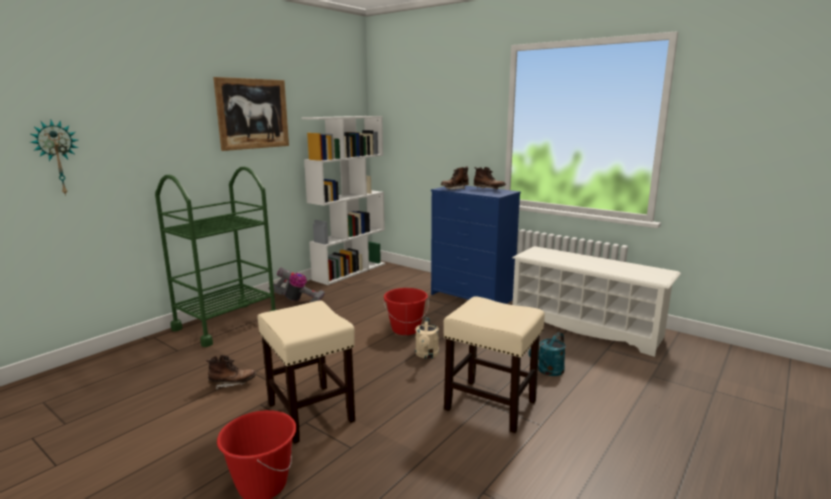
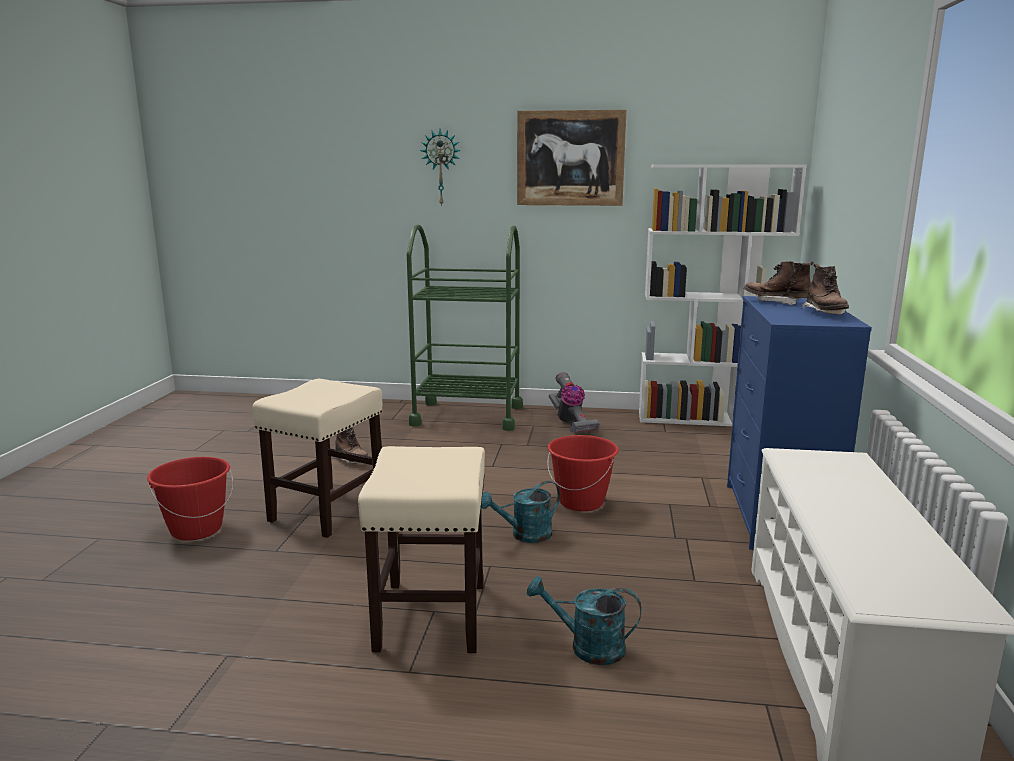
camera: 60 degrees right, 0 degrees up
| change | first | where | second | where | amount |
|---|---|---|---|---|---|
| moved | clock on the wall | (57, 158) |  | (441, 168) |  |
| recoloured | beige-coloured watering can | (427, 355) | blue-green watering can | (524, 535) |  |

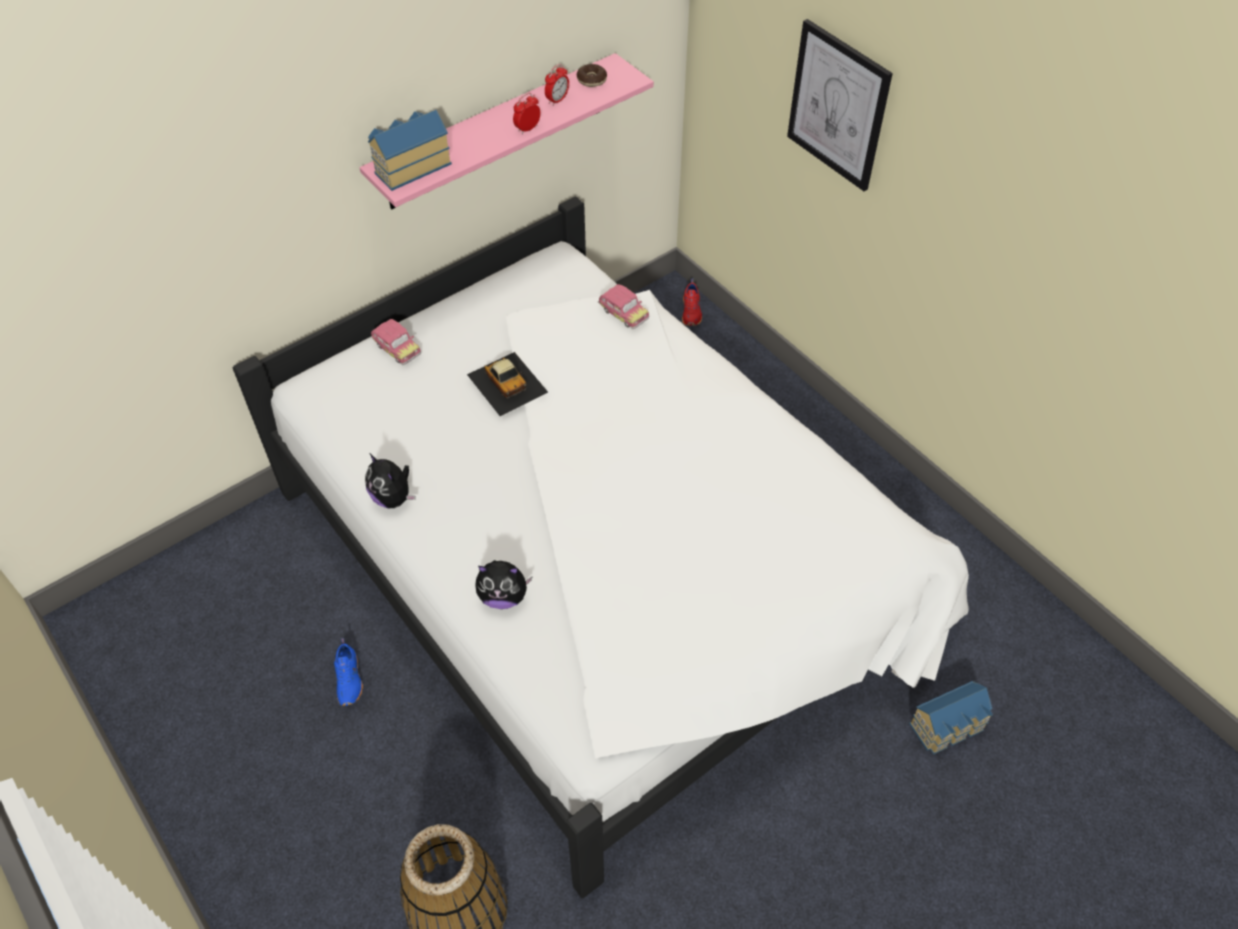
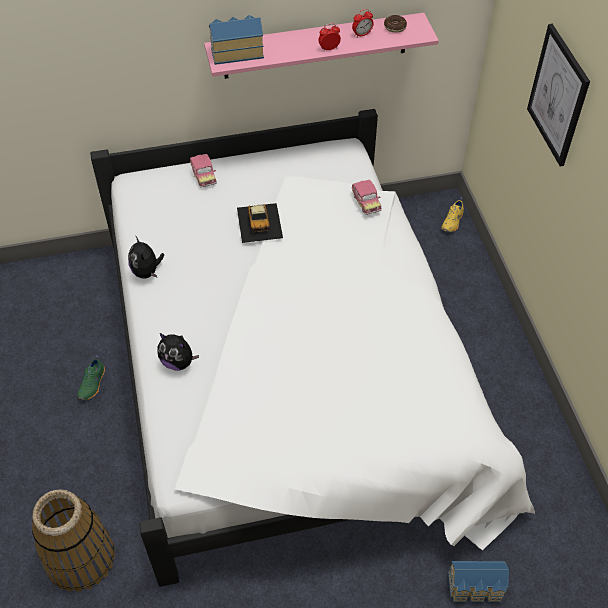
camera: 25 degrees right, 0 degrees up
| change | first | where | second | where | amount |
|---|---|---|---|---|---|
| recoloured | bluish low shoe | (350, 679) | greenish low shoe | (93, 384) |  |
| recoloured | red low shoe | (692, 312) | yellowish low shoe | (453, 222) |  |

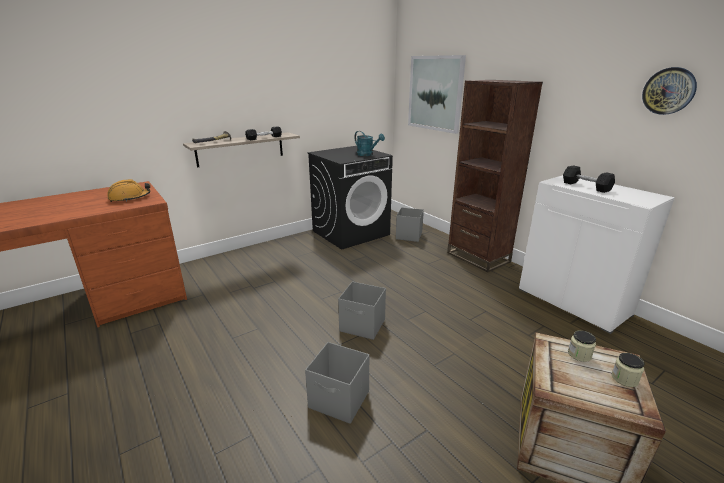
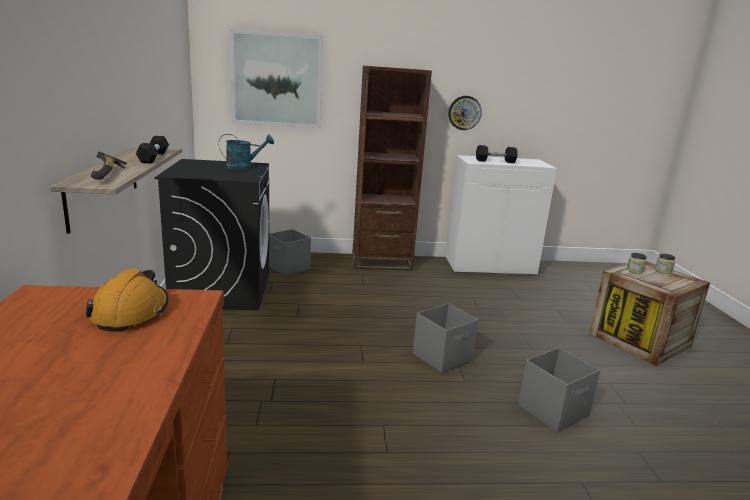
camera: 60 degrees left, 5 degrees down
| change | first | where | second | where | amount |
|---|---|---|---|---|---|
| moved | clock on the wall | (668, 91) |  | (464, 113) |  |

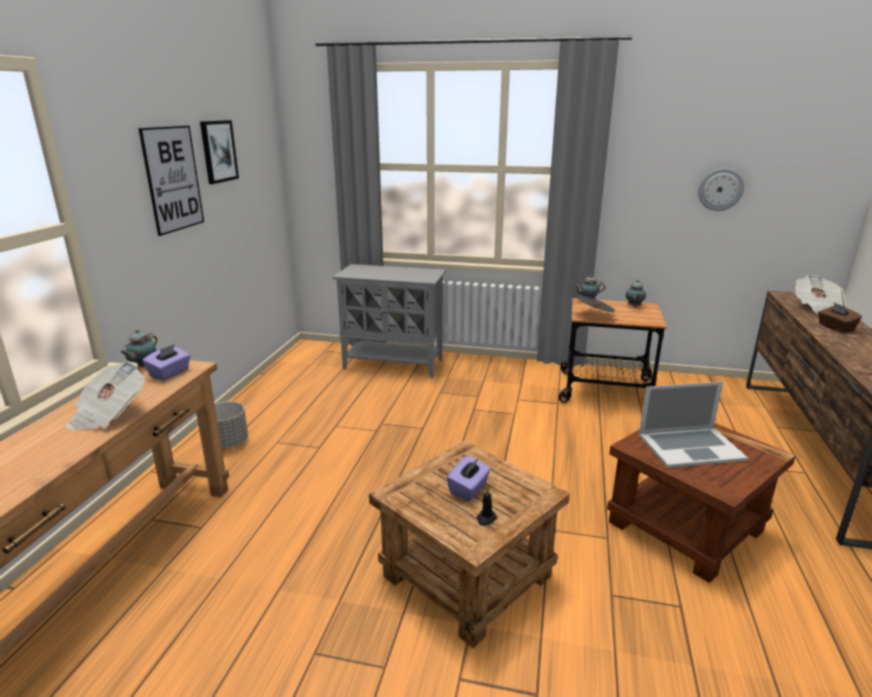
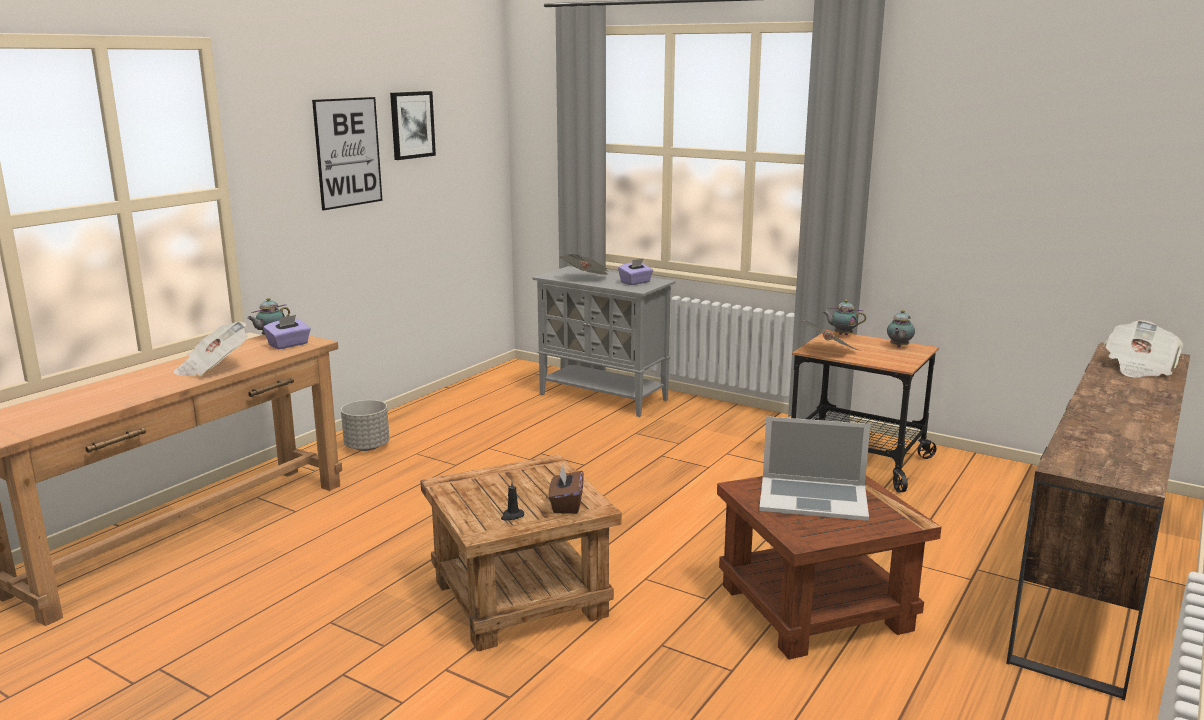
camera: 20 degrees right, 5 degrees down
| change | first | where | second | where | amount |
|---|---|---|---|---|---|
| removed | clock on the wall | (720, 189) |  |  |  |
| added |  |  | daily paper | (586, 278) |  |
| moved | purplish tissue holder | (469, 489) |  | (635, 282) |  |
| moved | brown-coloured tissue holder | (835, 328) |  | (566, 505) |  |

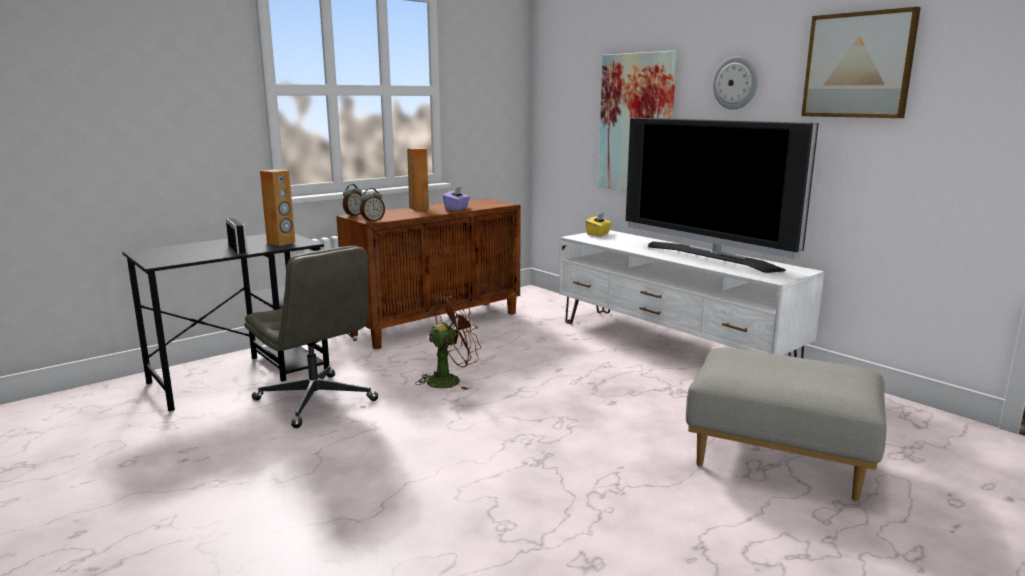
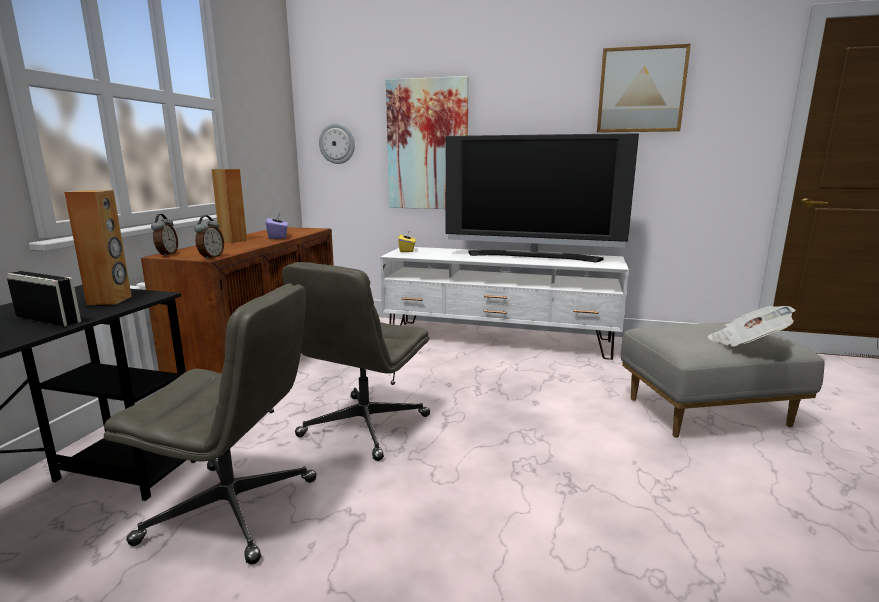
camera: 35 degrees left, 0 degrees up
| change | first | where | second | where | amount |
|---|---|---|---|---|---|
| added |  |  | daily paper | (746, 343) |  |
| moved | clock on the wall | (735, 83) |  | (337, 143) |  |
| replaced | brown-coloured electric fan | (450, 380) | grey office chair | (364, 427) |  |

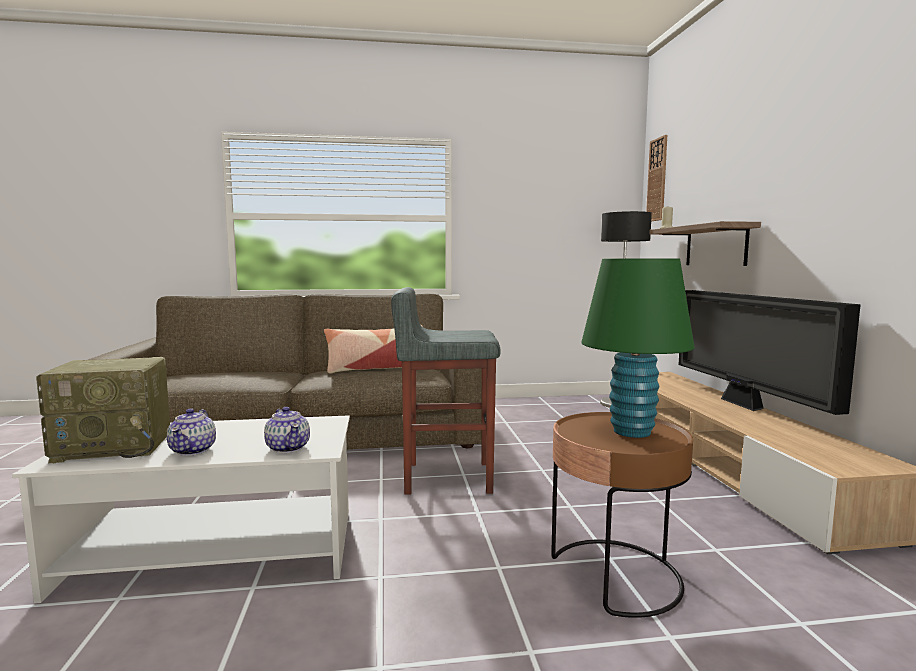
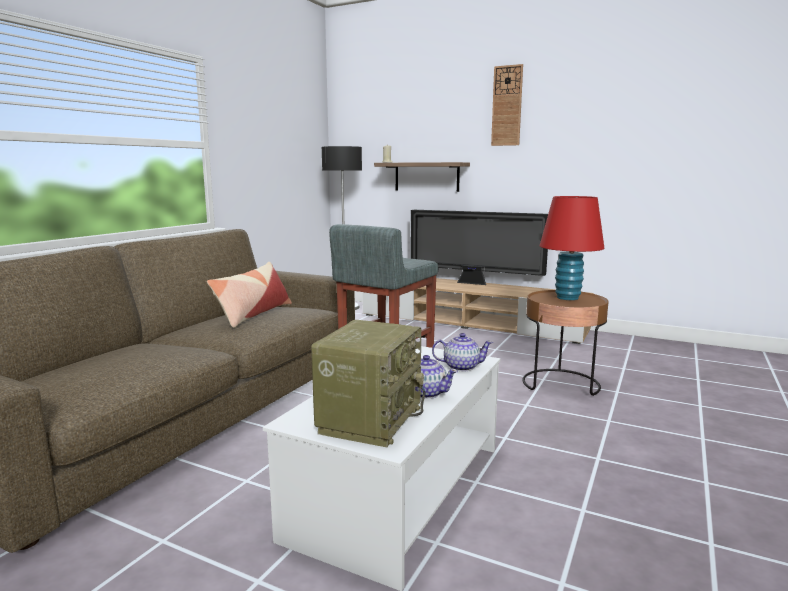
camera: 55 degrees left, 5 degrees up
| change | first | where | second | where | amount |
|---|---|---|---|---|---|
| moved | clock on the wall | (657, 180) |  | (507, 106) |  |
| recoloured | greenish table lamp | (632, 432) | red table lamp | (567, 298) |  |

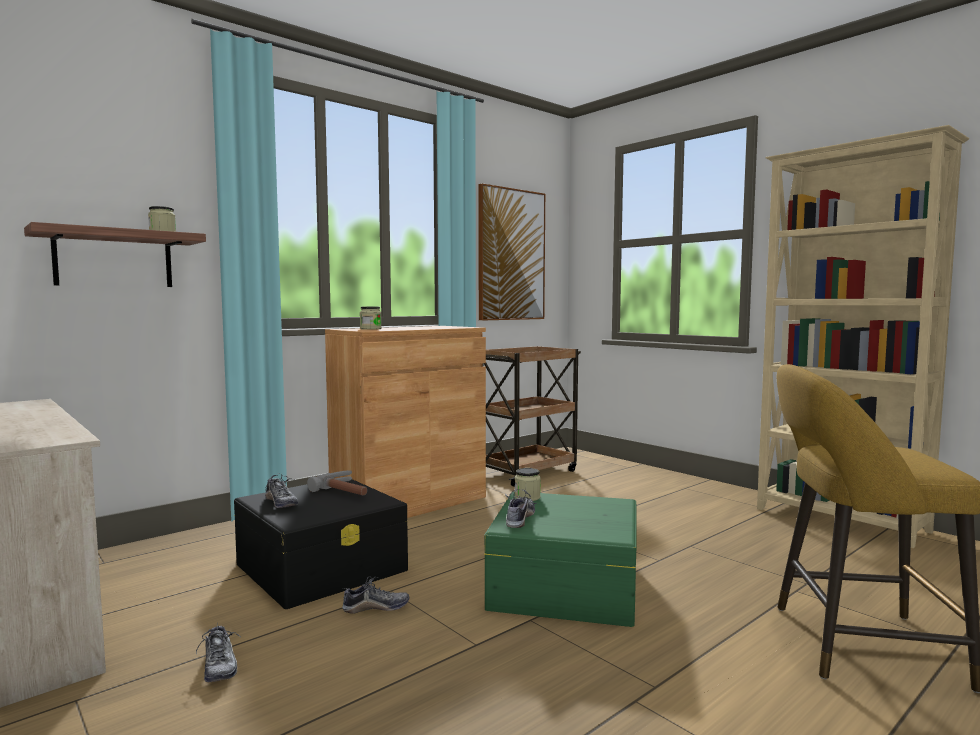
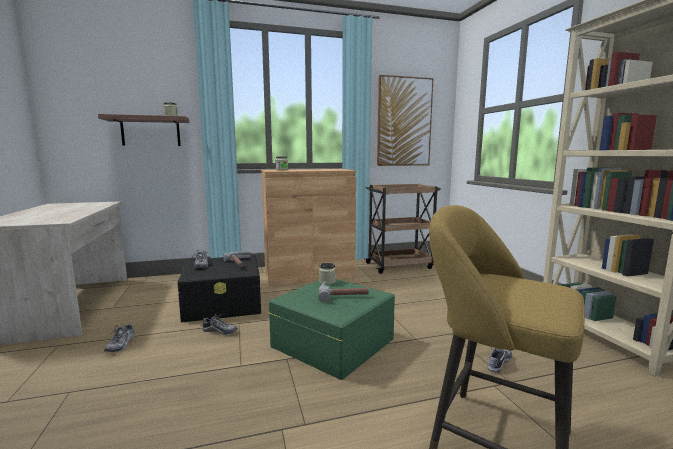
camera: 25 degrees right, 5 degrees up
| change | first | where | second | where | amount |
|---|---|---|---|---|---|
| added |  |  | hammer | (342, 295) |  |
| moved | low shoe | (519, 518) |  | (498, 363) |  |

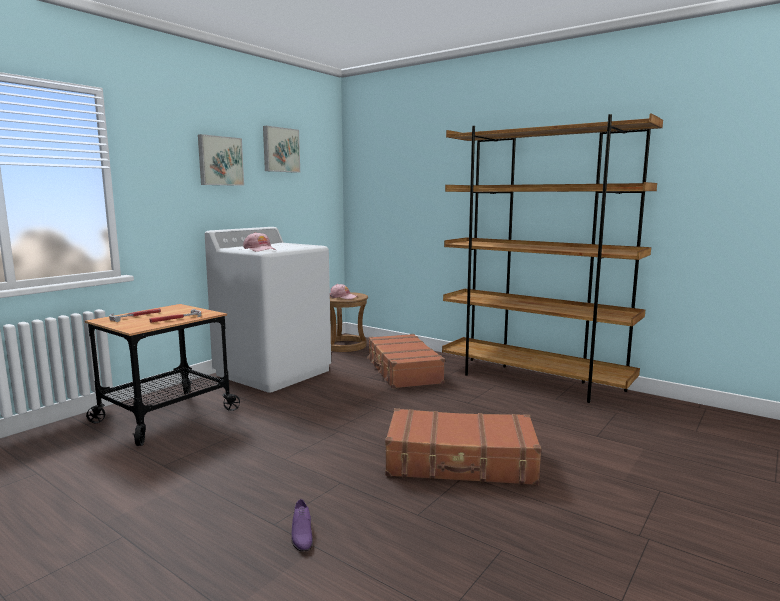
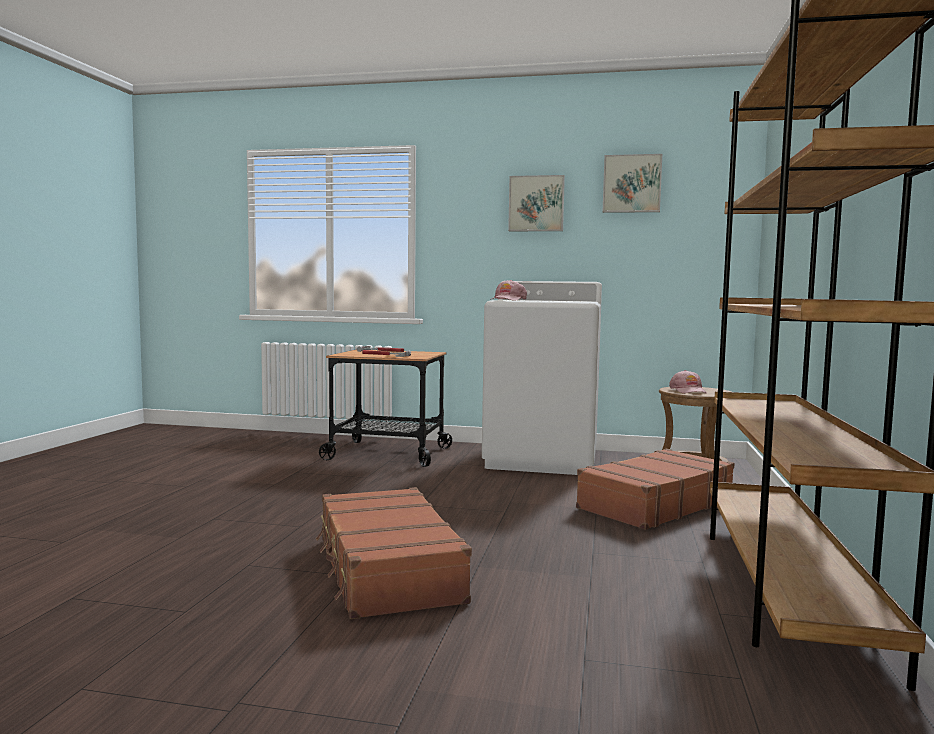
camera: 65 degrees right, 5 degrees down
| change | first | where | second | where | amount |
|---|---|---|---|---|---|
| removed | purplish low shoe | (301, 533) |  |  |  |

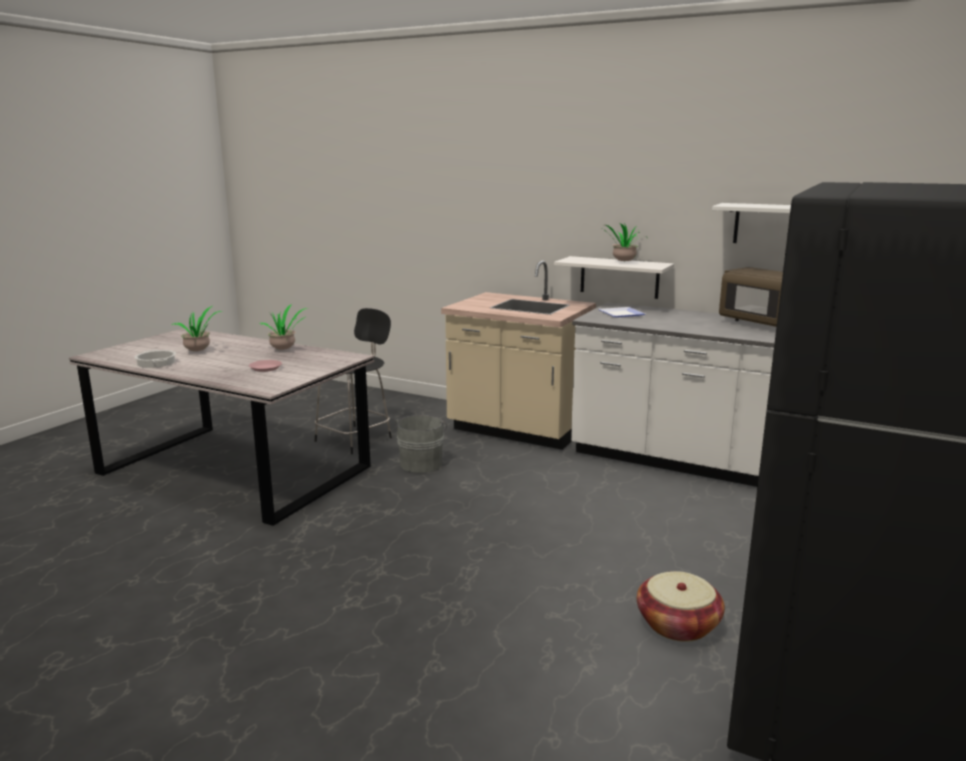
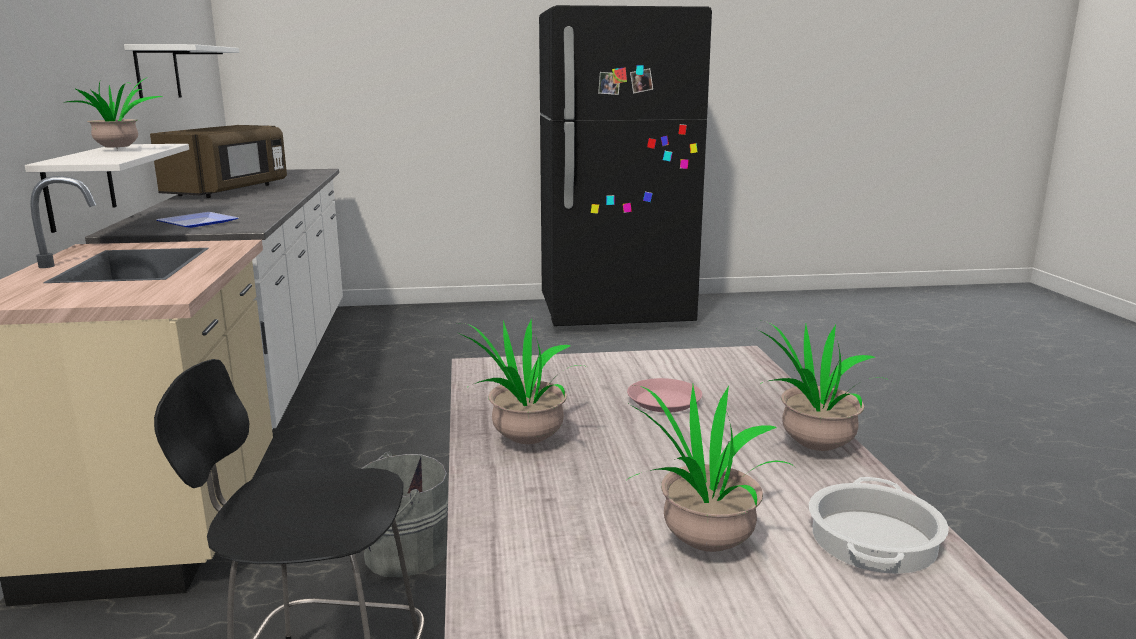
camera: 125 degrees left, 0 degrees up
| change | first | where | second | where | amount |
|---|---|---|---|---|---|
| removed | storage basket | (677, 624) |  |  |  |
| added |  |  | houseplant | (811, 447) |  |

